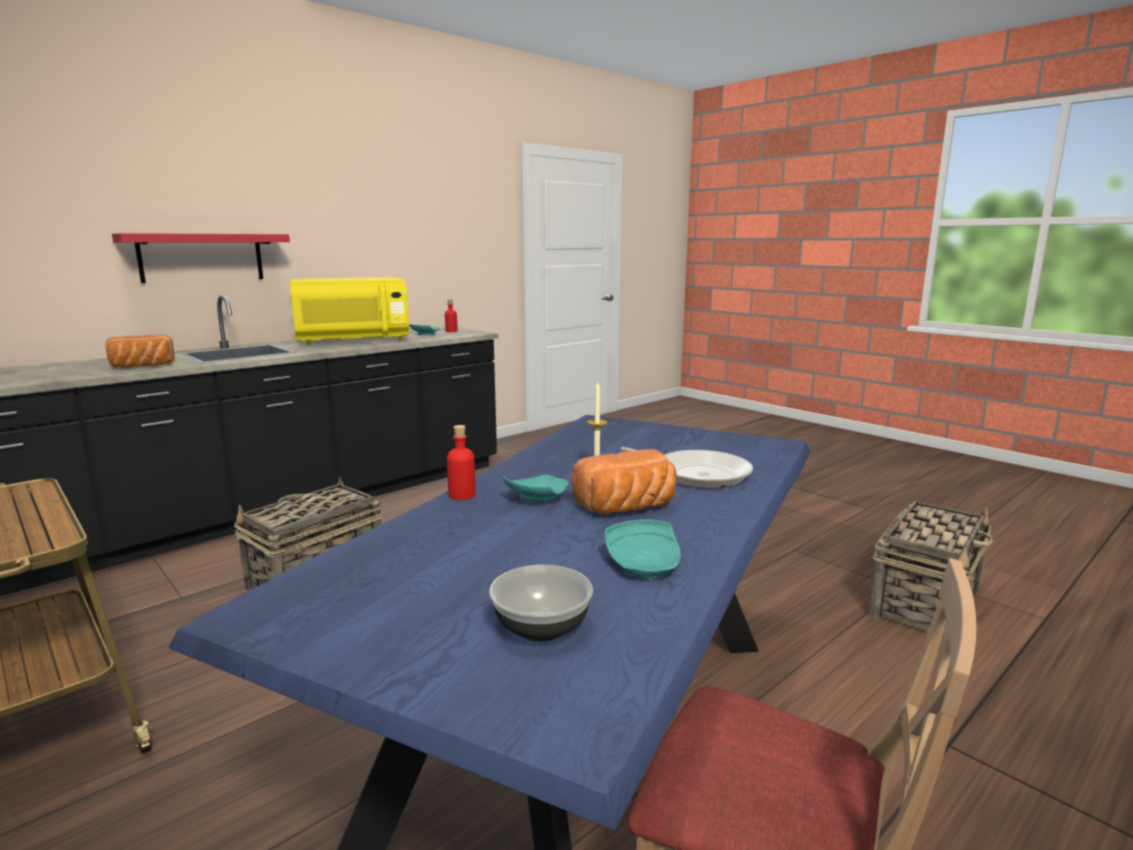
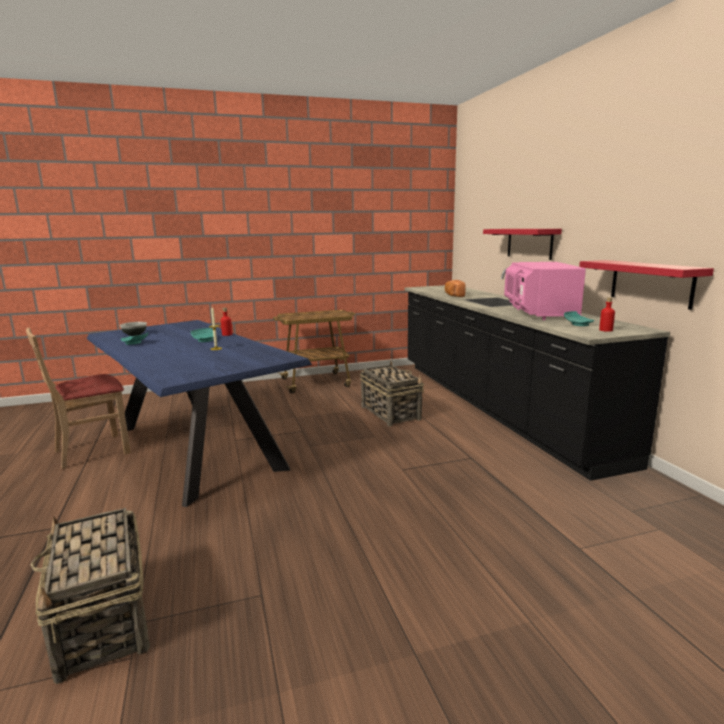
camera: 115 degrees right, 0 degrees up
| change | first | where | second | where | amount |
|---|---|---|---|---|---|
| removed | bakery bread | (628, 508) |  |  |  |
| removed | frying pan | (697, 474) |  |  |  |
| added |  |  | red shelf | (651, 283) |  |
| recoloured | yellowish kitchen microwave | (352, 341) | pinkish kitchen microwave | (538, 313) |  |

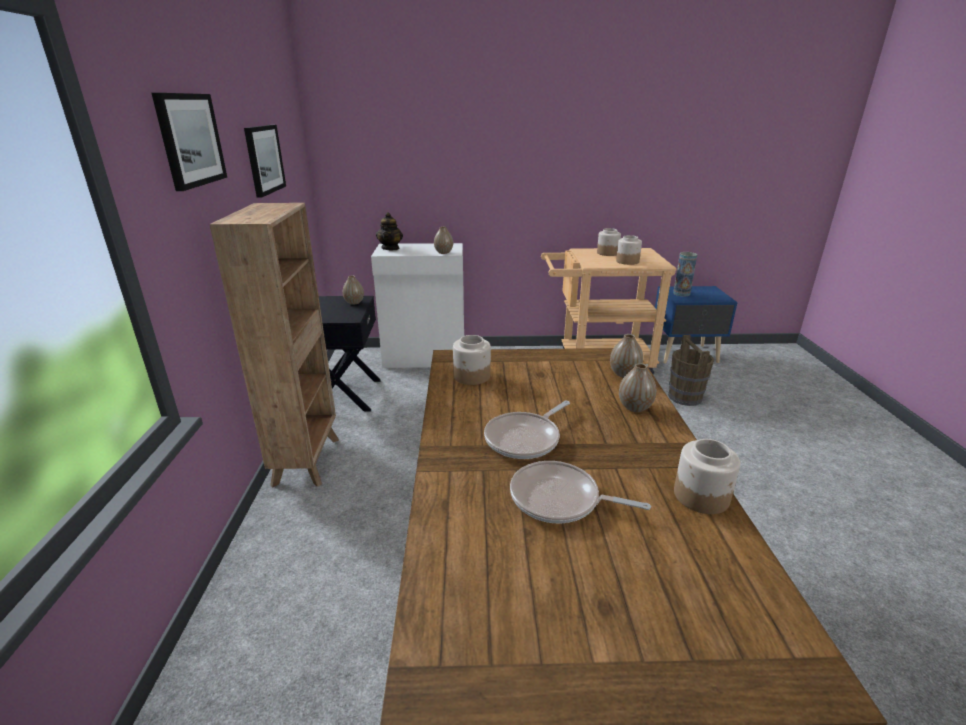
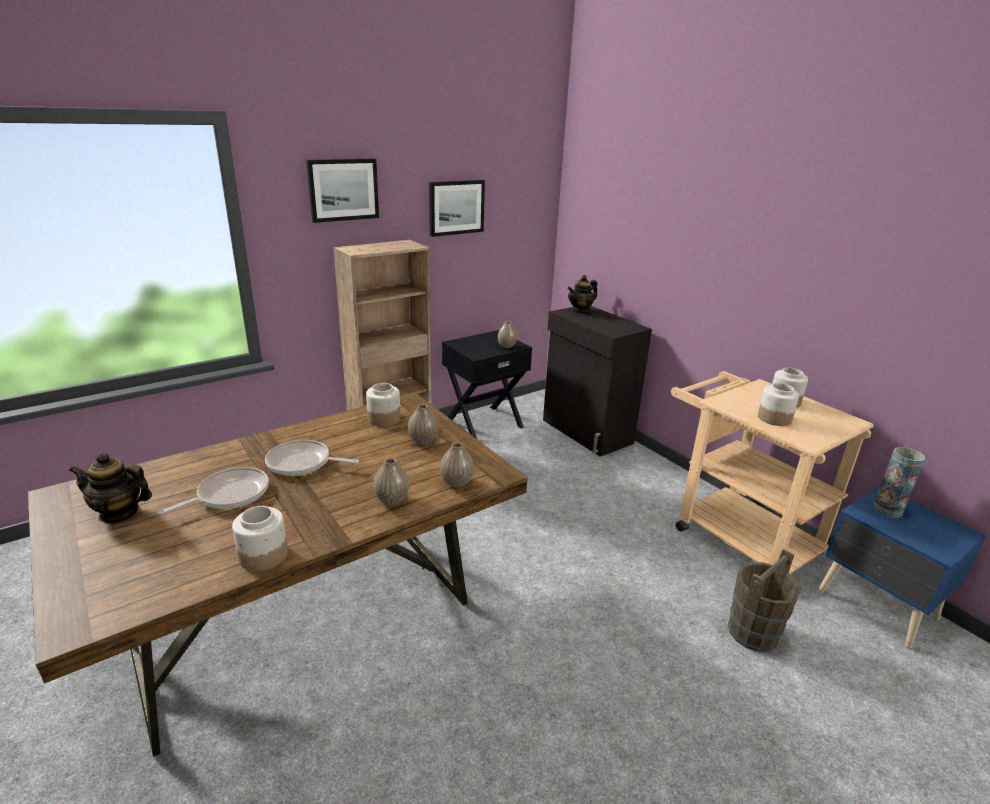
camera: 55 degrees right, 0 degrees up
| change | first | where | second | where | amount |
|---|---|---|---|---|---|
| added |  |  | pot for tea | (119, 513) |  |
| moved | flower vase | (443, 252) |  | (423, 441) |  |
| recoloured | white cupboard | (425, 358) | blackish cupboard | (586, 432) |  |
| turned | frying pan | (560, 499) |  | (229, 495) | 60 degrees clockwise |

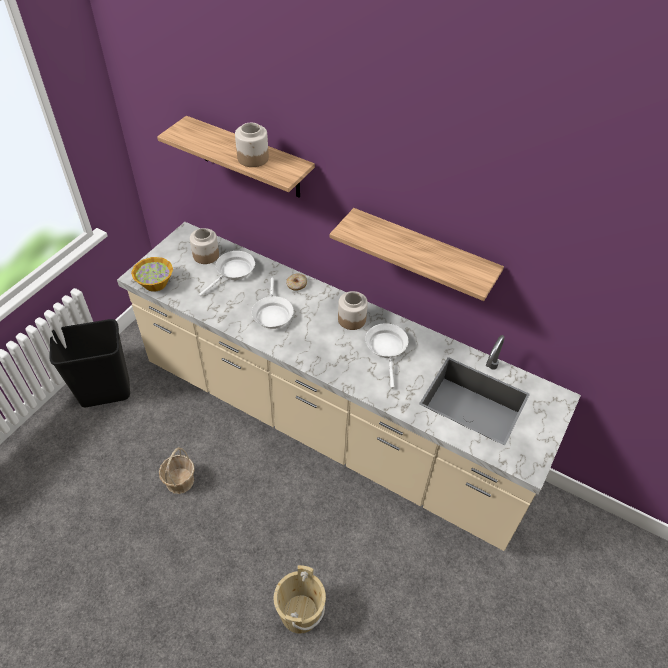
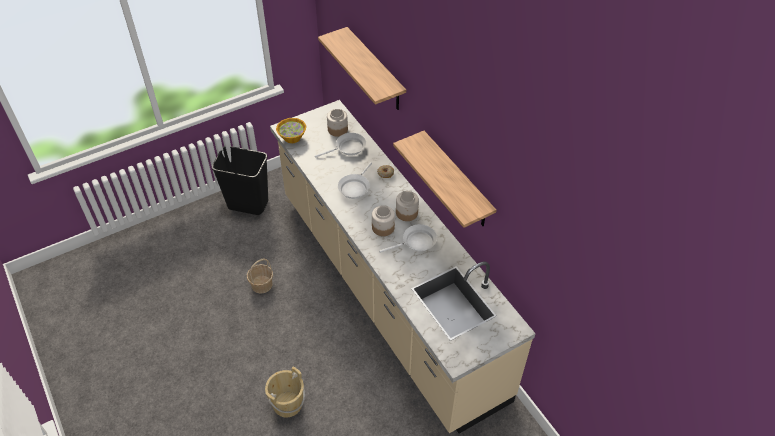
camera: 30 degrees right, 0 degrees up
| change | first | where | second | where | amount |
|---|---|---|---|---|---|
| moved | preserve jar | (253, 158) |  | (383, 227) |  |
| turned | white frying pan | (387, 349) |  | (416, 243) | 45 degrees clockwise |

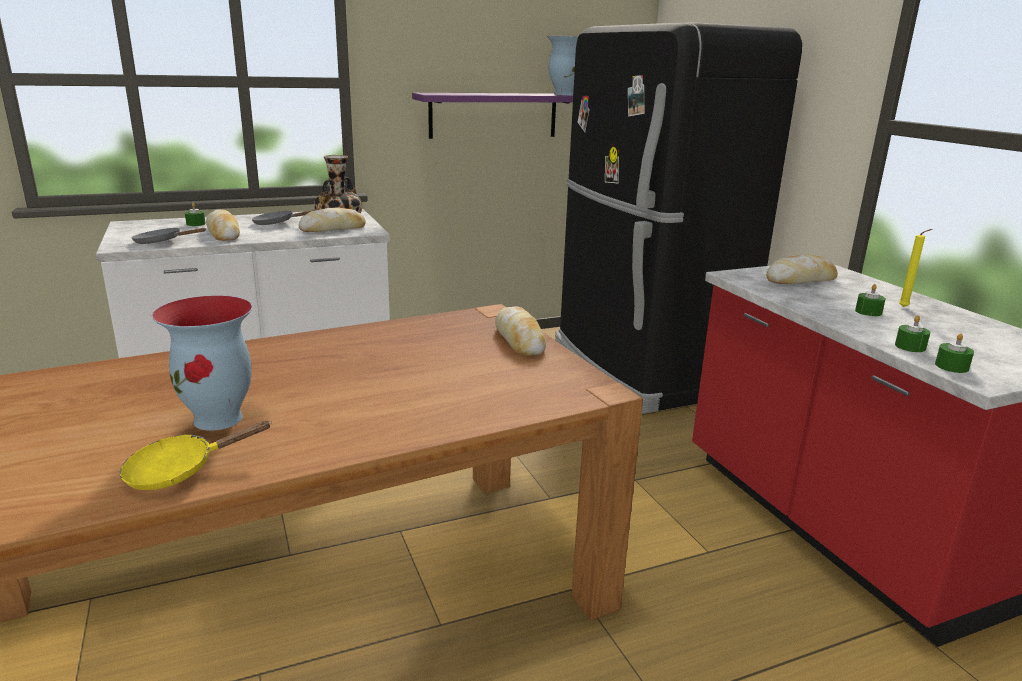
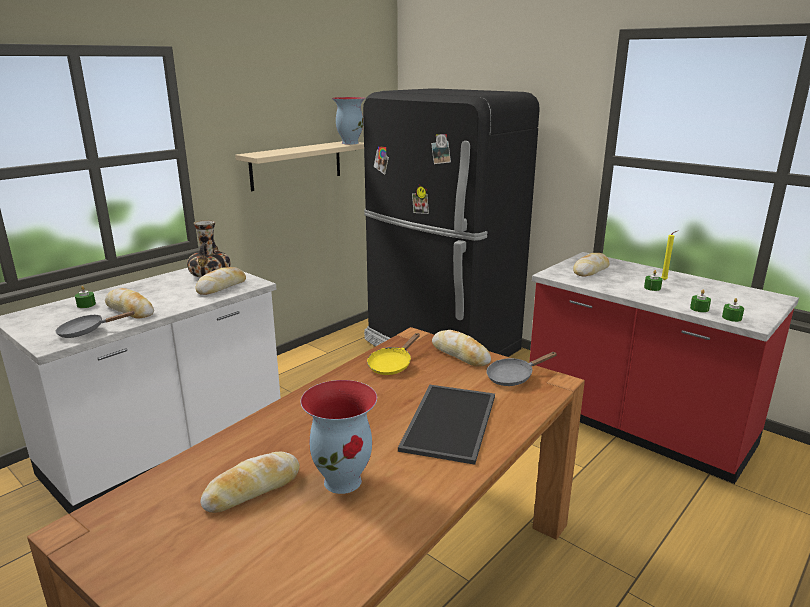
camera: 25 degrees left, 0 degrees up
| change | first | where | second | where | amount |
|---|---|---|---|---|---|
| added |  |  | bakery bread | (252, 489) |  |
| added |  |  | tray | (451, 423) |  |
| moved | yellowish frying pan | (180, 471) |  | (392, 365) |  |
| moved | grey frying pan | (278, 223) |  | (513, 377) |  |
| recoloured | purplish shelf | (493, 115) | beige-coloured shelf | (296, 165) |  |

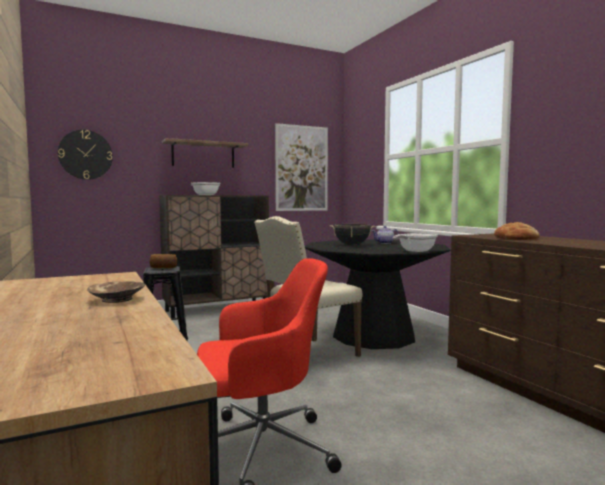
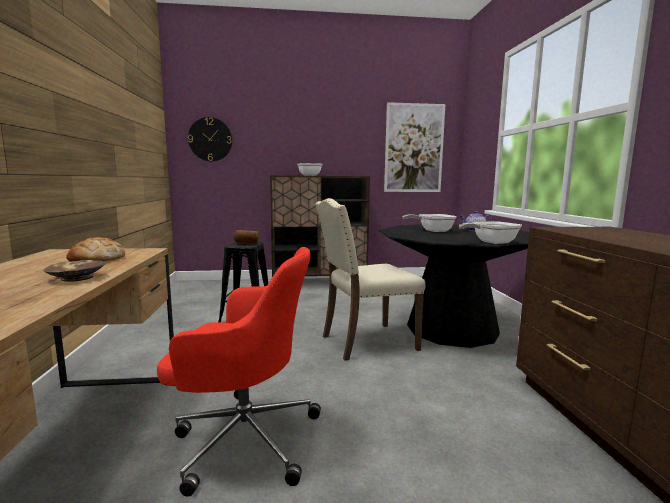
camera: 20 degrees right, 5 degrees up
| change | first | where | second | where | amount |
|---|---|---|---|---|---|
| removed | shelf | (203, 155) |  |  |  |
| moved | bakery bread | (516, 238) |  | (96, 258) |  |
| replaced | blackish stockpot | (352, 245) | frying pan | (432, 231) |  |

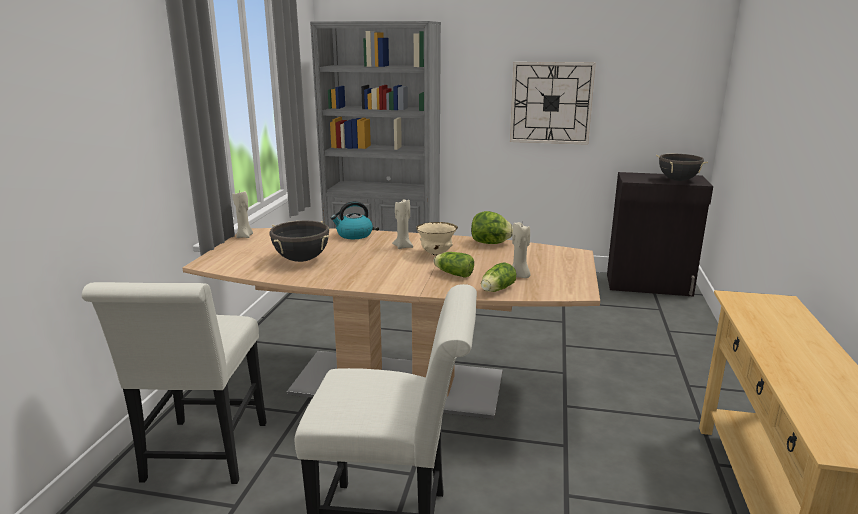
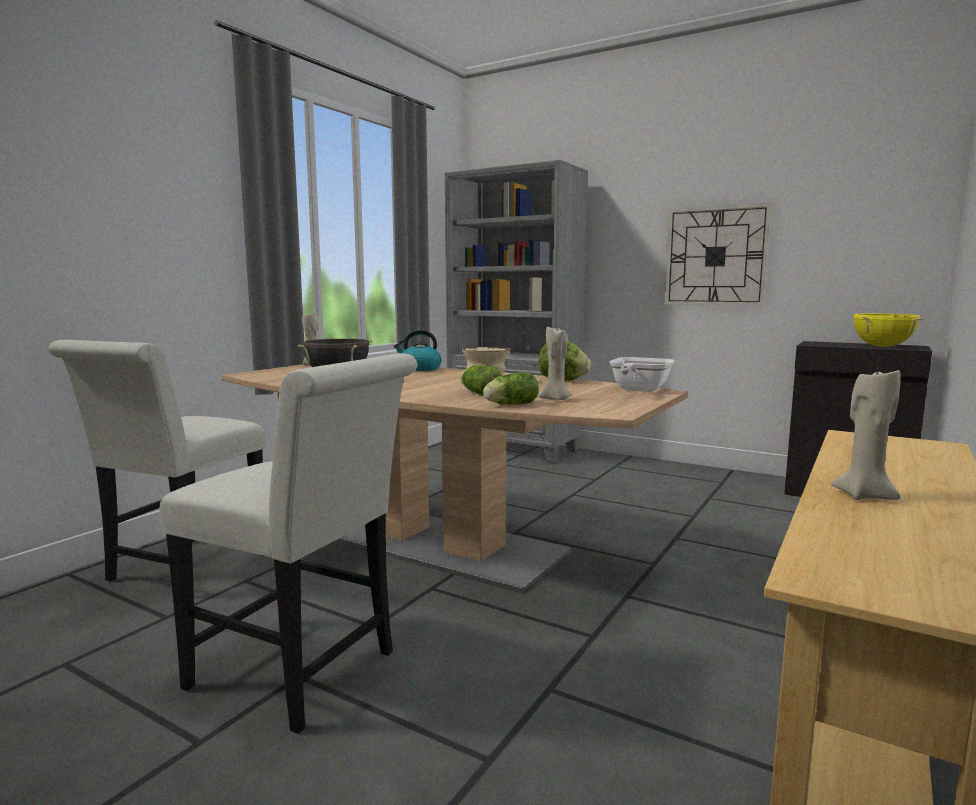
camera: 20 degrees right, 10 degrees down
| change | first | where | second | where | amount |
|---|---|---|---|---|---|
| added |  |  | frying pan | (638, 390) |  |
| moved | beige-coloured wax light | (403, 246) |  | (864, 495) |  |
| recoloured | blackish stockpot | (678, 180) | yellowish stockpot | (882, 347) |  |

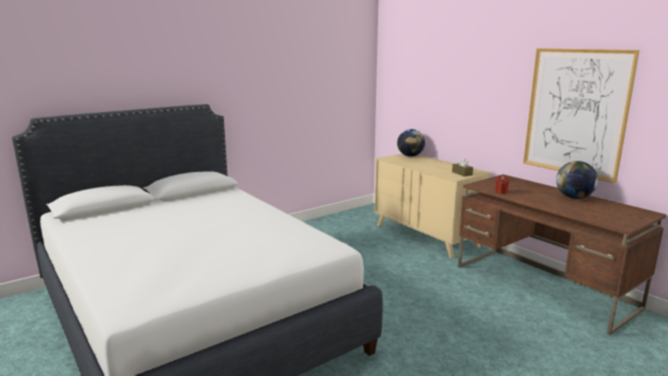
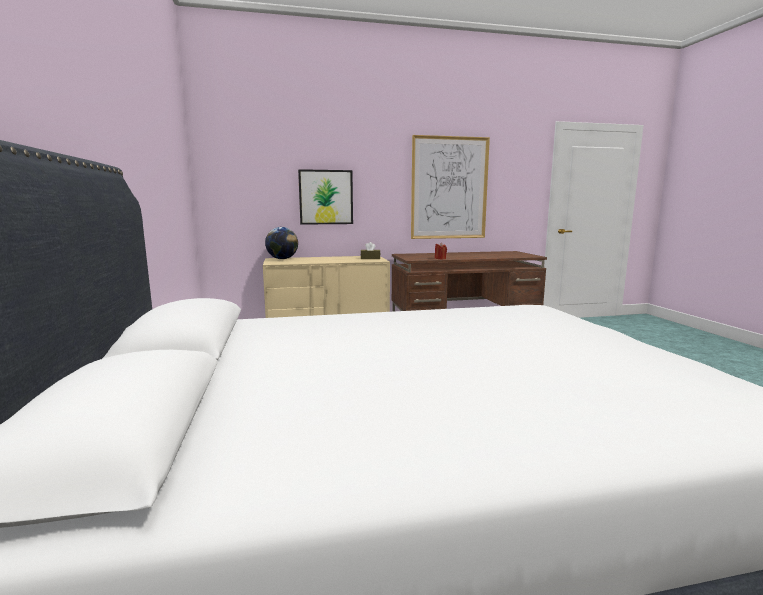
camera: 65 degrees left, 5 degrees down
| change | first | where | second | where | amount |
|---|---|---|---|---|---|
| removed | globe | (574, 197) |  |  |  |
| added |  |  | wall picture | (326, 197) |  |

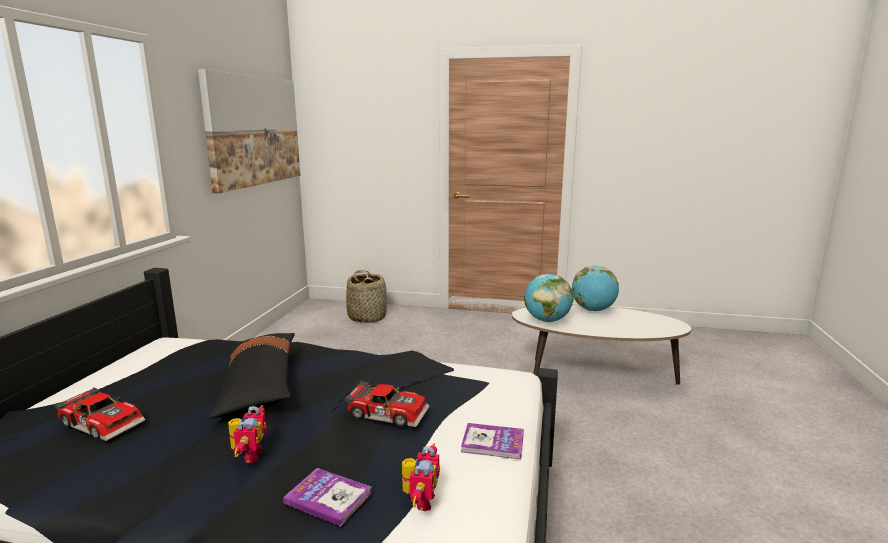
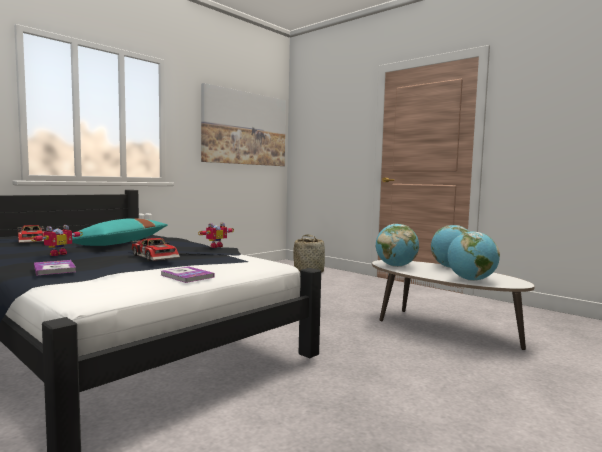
camera: 30 degrees right, 10 degrees down
| change | first | where | second | where | amount |
|---|---|---|---|---|---|
| added |  |  | globe | (471, 280) |  |
| moved | model robot | (419, 500) |  | (215, 246) |  |
| recoloured | blackish throw pillow | (259, 386) | blue-green throw pillow | (121, 243) |  |

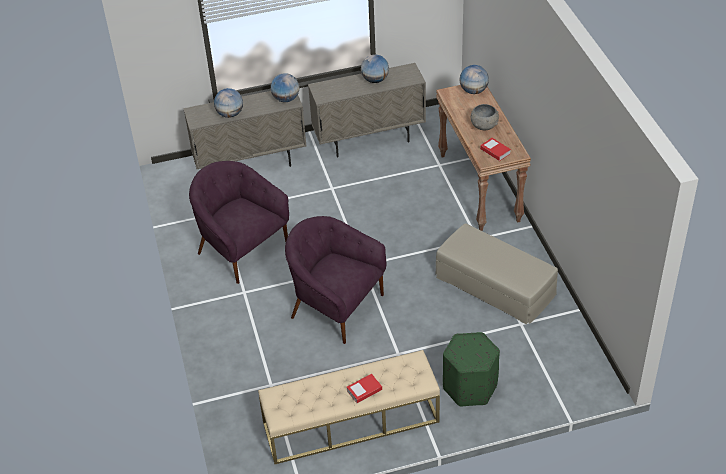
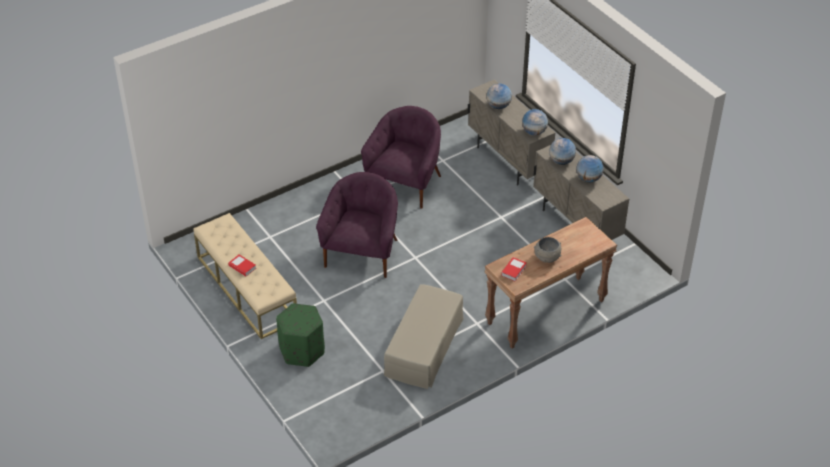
camera: 70 degrees right, 0 degrees up
| change | first | where | second | where | amount |
|---|---|---|---|---|---|
| moved | globe | (473, 91) |  | (561, 161) |  |

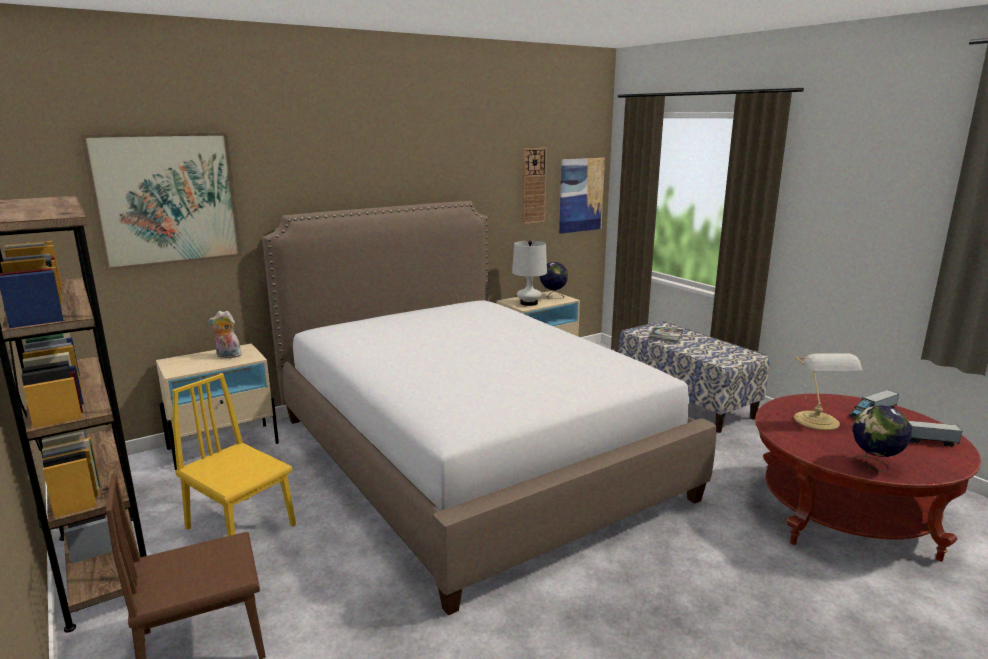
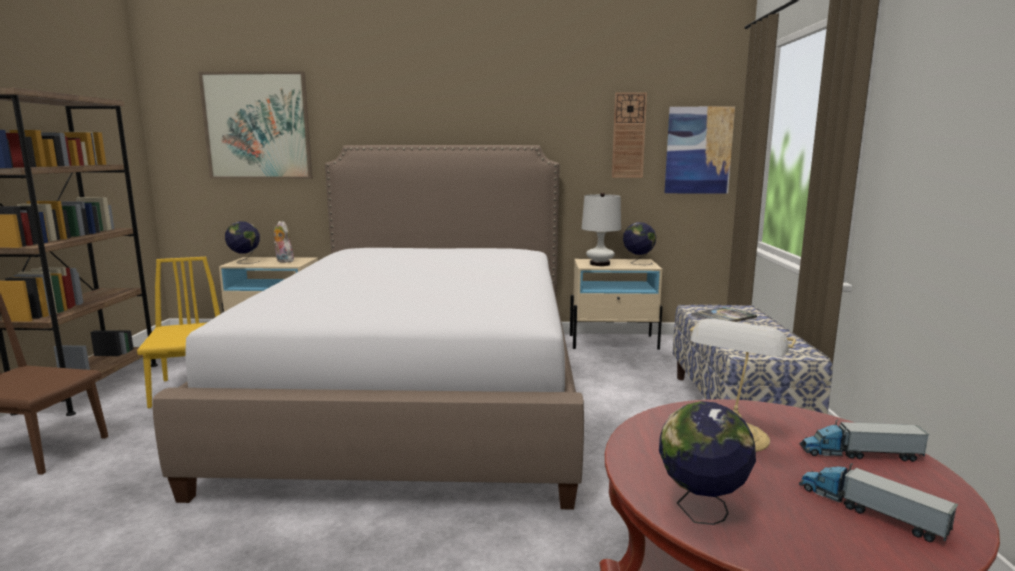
camera: 35 degrees right, 5 degrees down
| change | first | where | second | where | amount |
|---|---|---|---|---|---|
| added |  |  | globe | (244, 262) |  |

